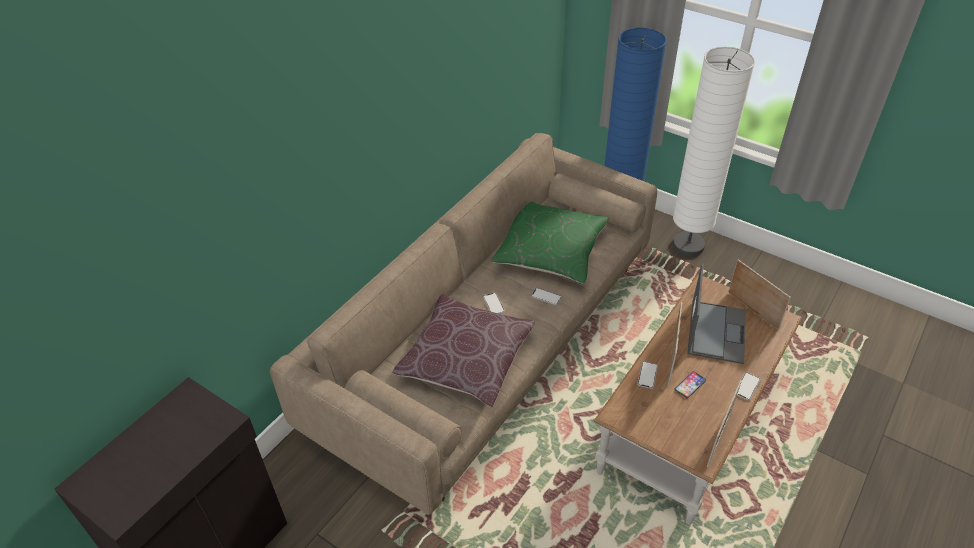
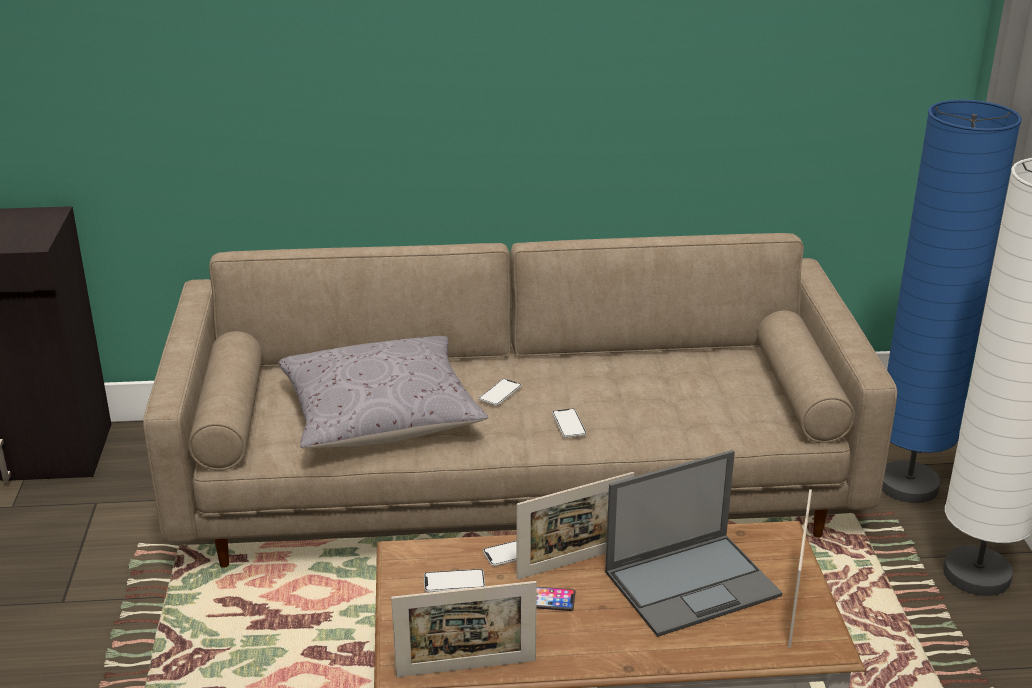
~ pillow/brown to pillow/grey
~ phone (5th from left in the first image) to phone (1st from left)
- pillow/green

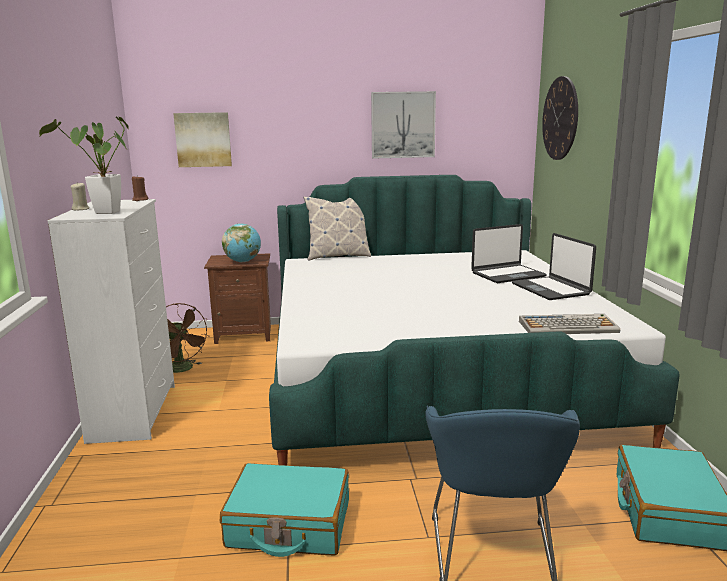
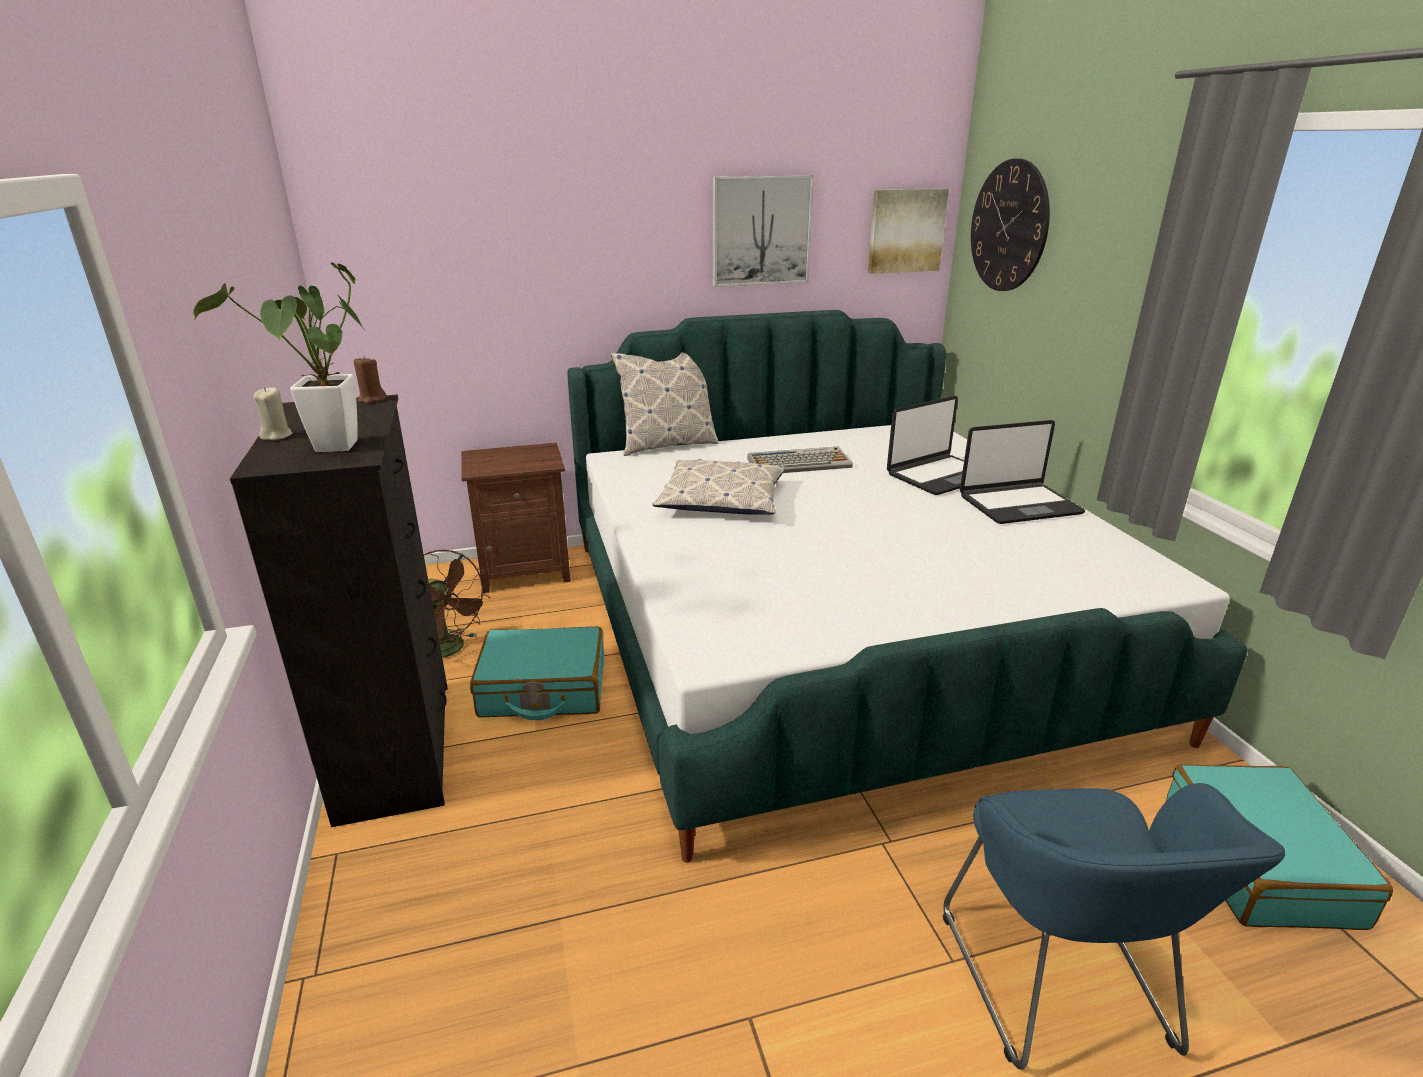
~ dresser/white to dresser/black
~ suitcase/turquoise (1st from left)
+ pillow (2nd from left)
~ keyboard
~ picture (1st from left in the first image) to picture (2nd from left)
~ laptop (2nd from left) 75 degrees counterclockwise
- globe

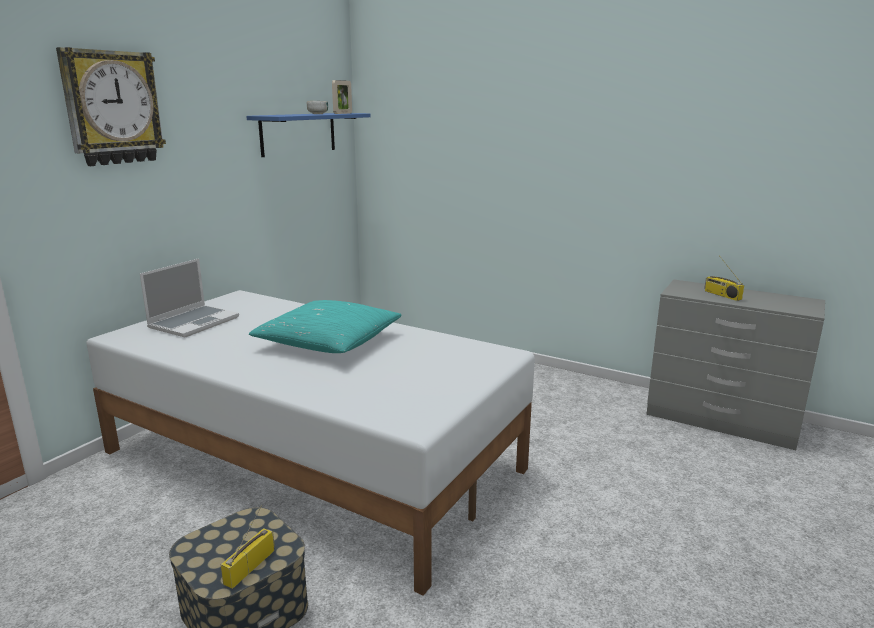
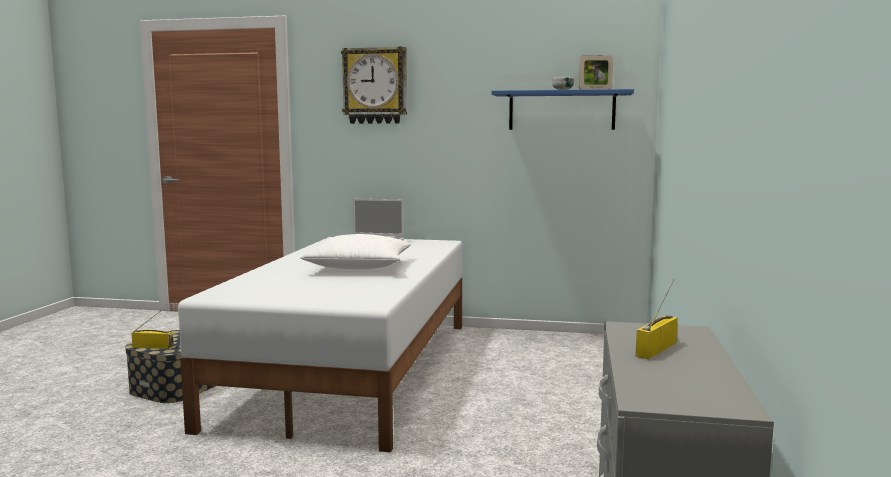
~ pillow/turquoise to pillow/white

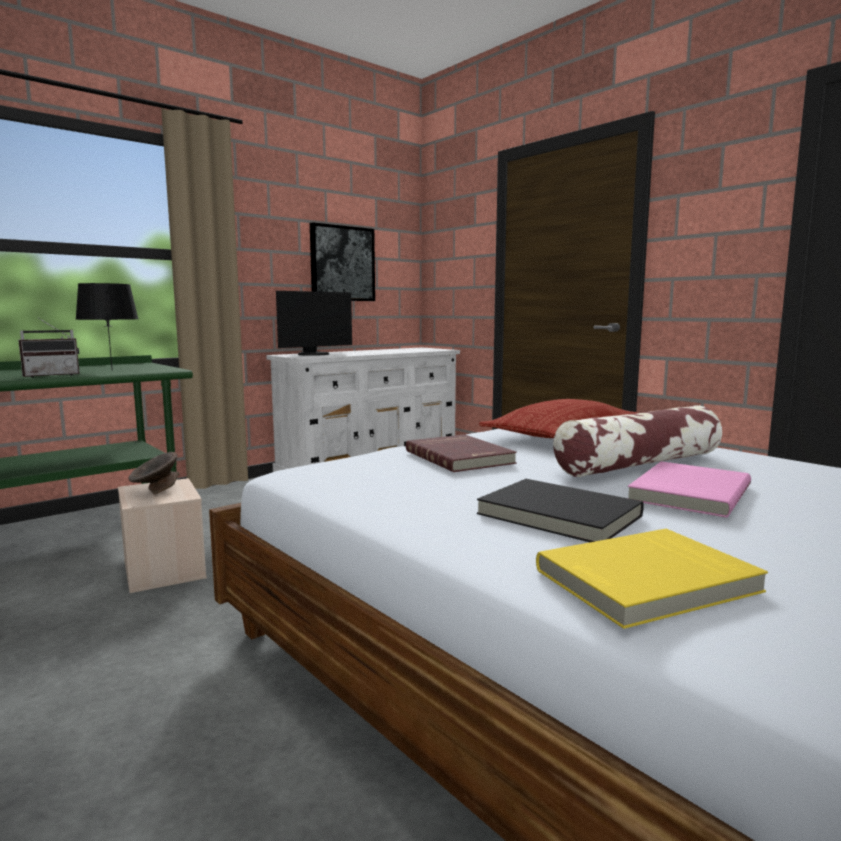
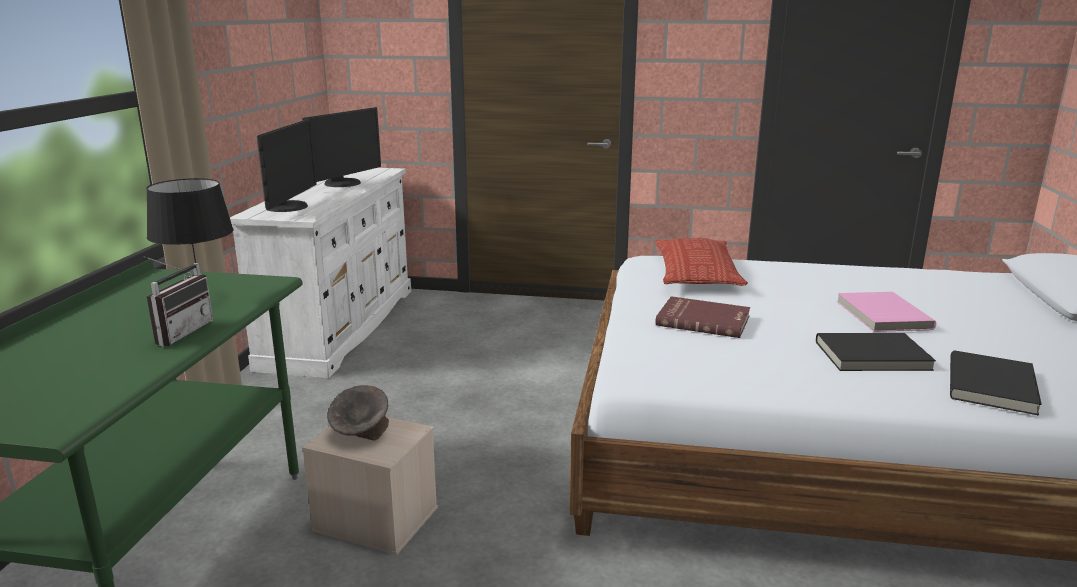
+ monitor (2nd from left)
~ book/yellow to book/black (2nd from left)
- picture
- pillow (2nd from left)

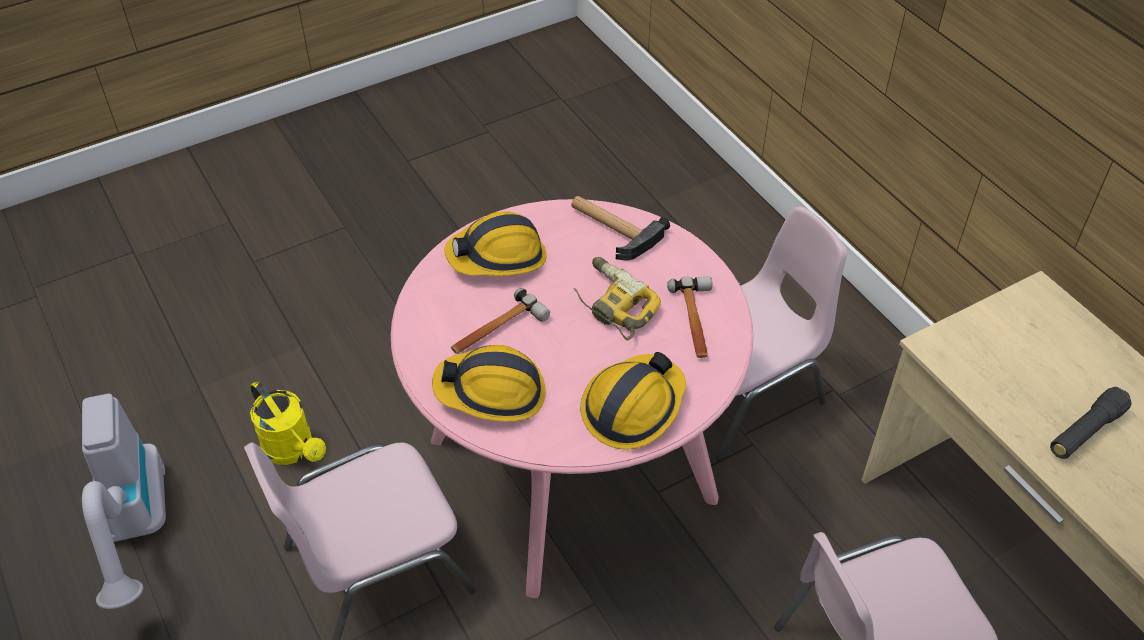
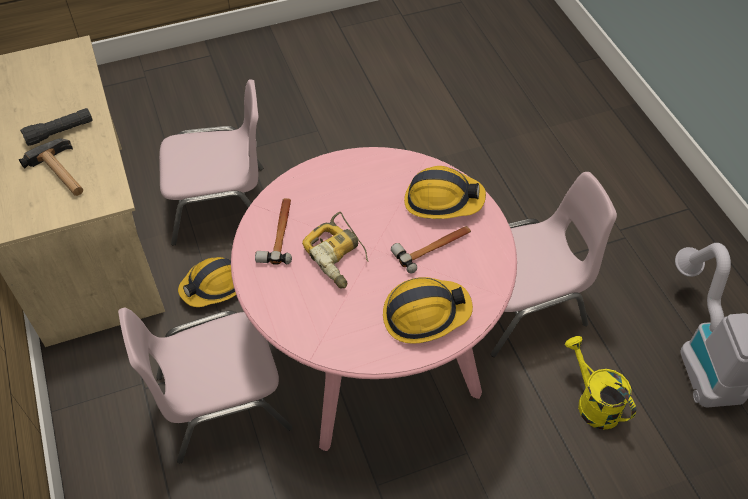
~ hammer (2nd from left in the first image) to hammer (1st from left)
~ hard hat (3rd from left in the first image) to hard hat (1st from left)

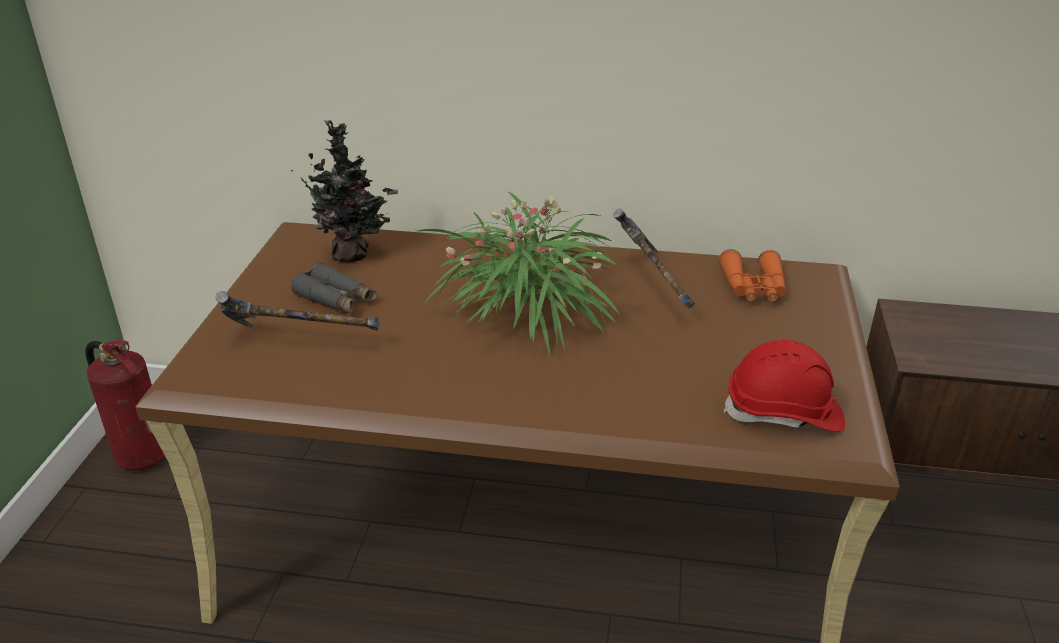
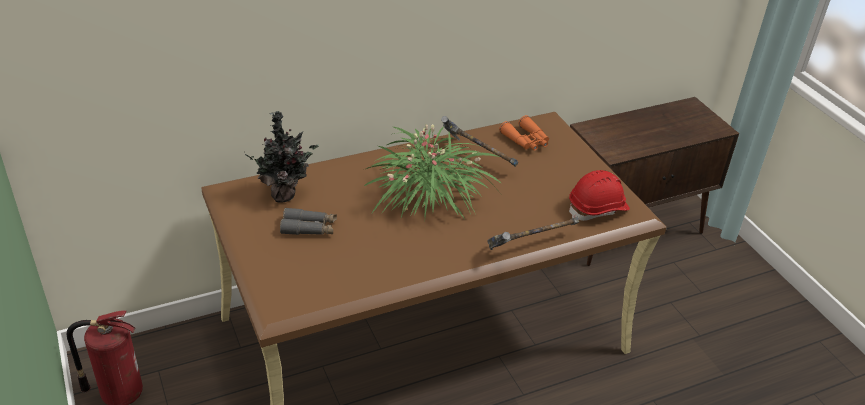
~ hammer (1st from left in the first image) to hammer (2nd from left)

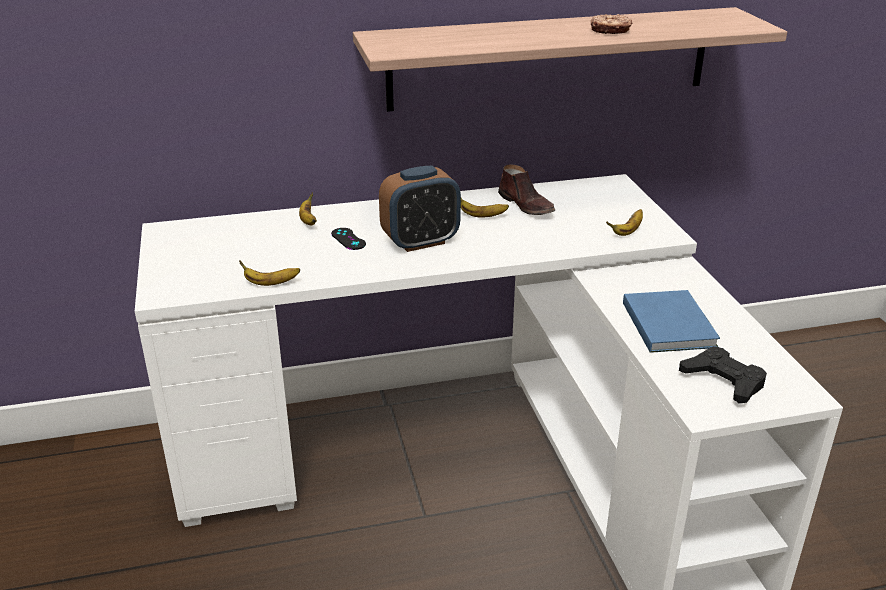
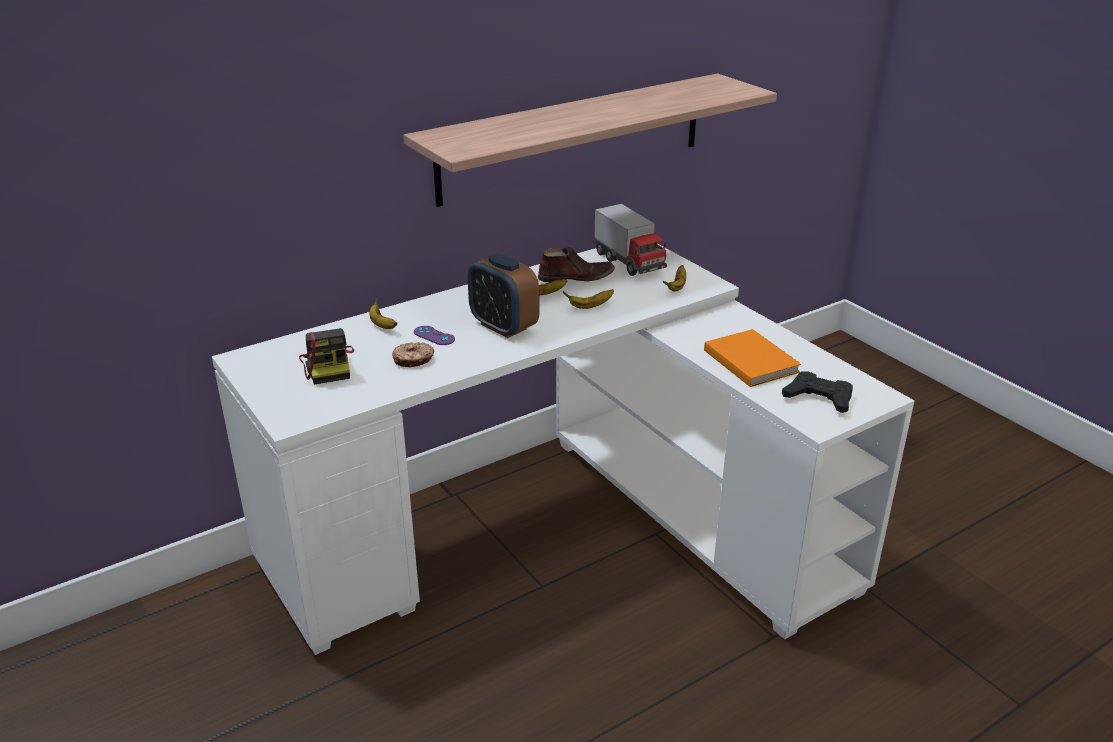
+ photo camera
~ donut
~ game controller/black (1st from left) to game controller/purple
~ alarm clock 90 degrees clockwise
~ shoe/brown 45 degrees counterclockwise
~ banana (1st from left in the first image) to banana (3rd from left)
+ toy truck
~ book/blue to book/orange

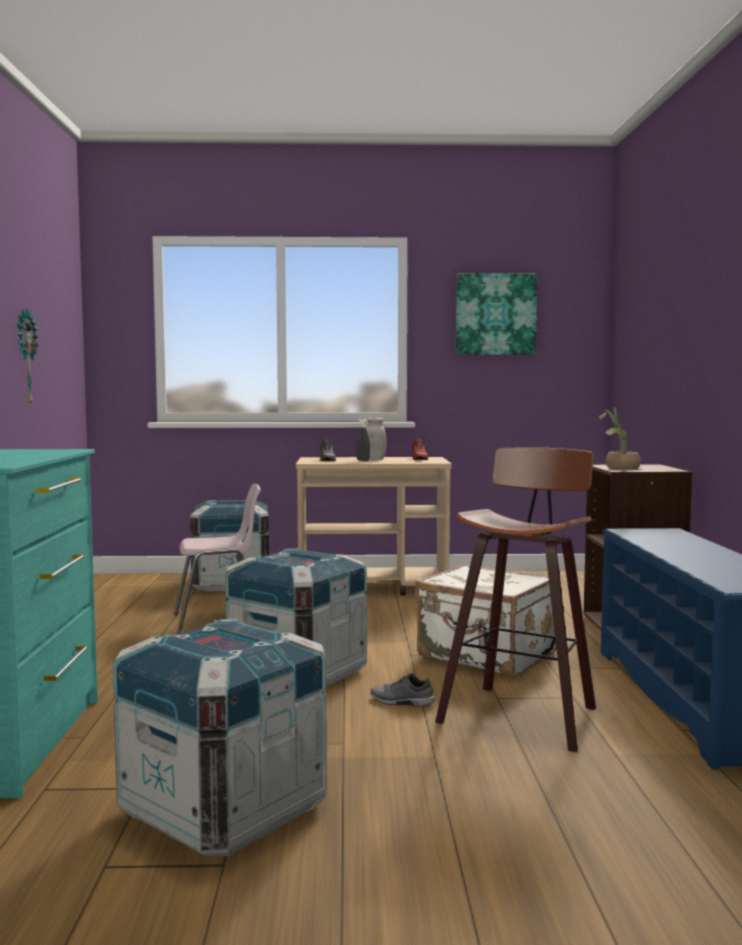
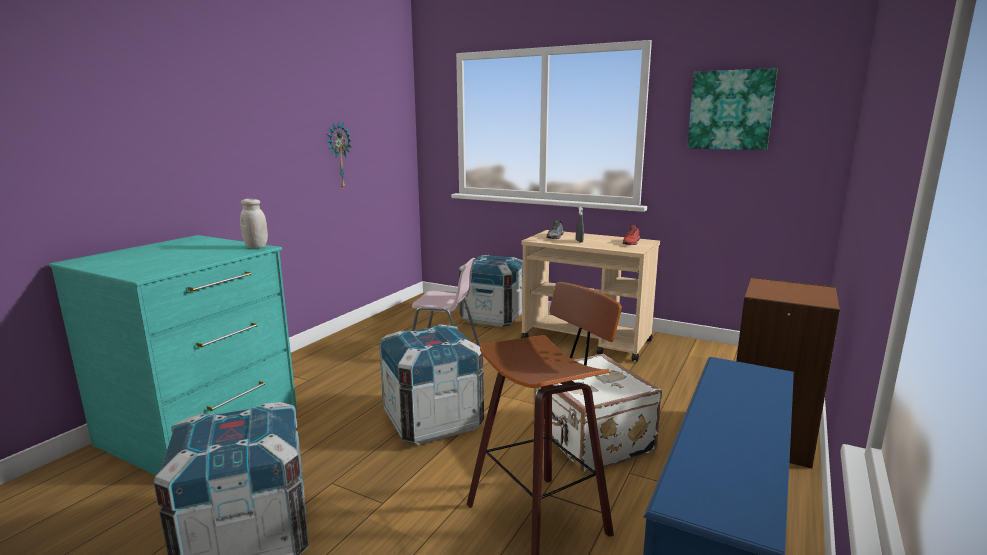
~ jar/white
- shoe/grey (2nd from left)
- potted plant

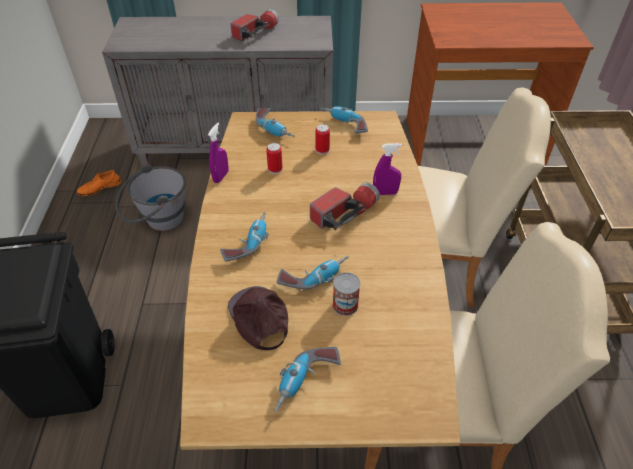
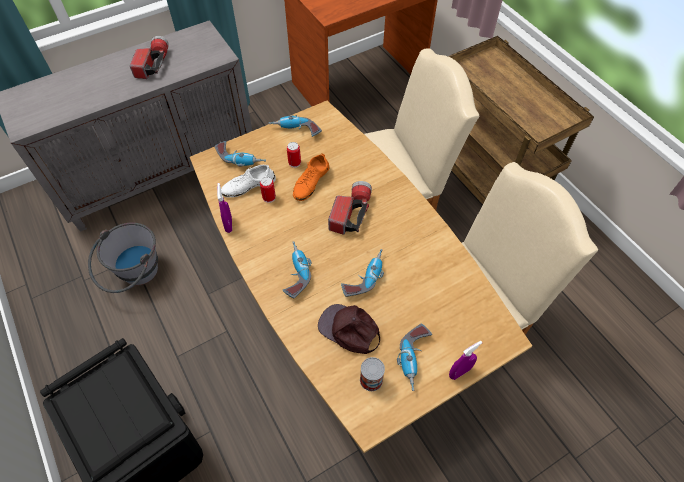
+ shoe/white
~ shoe/orange
~ can (3rd from left)
~ spray bottle/purple (2nd from left)

